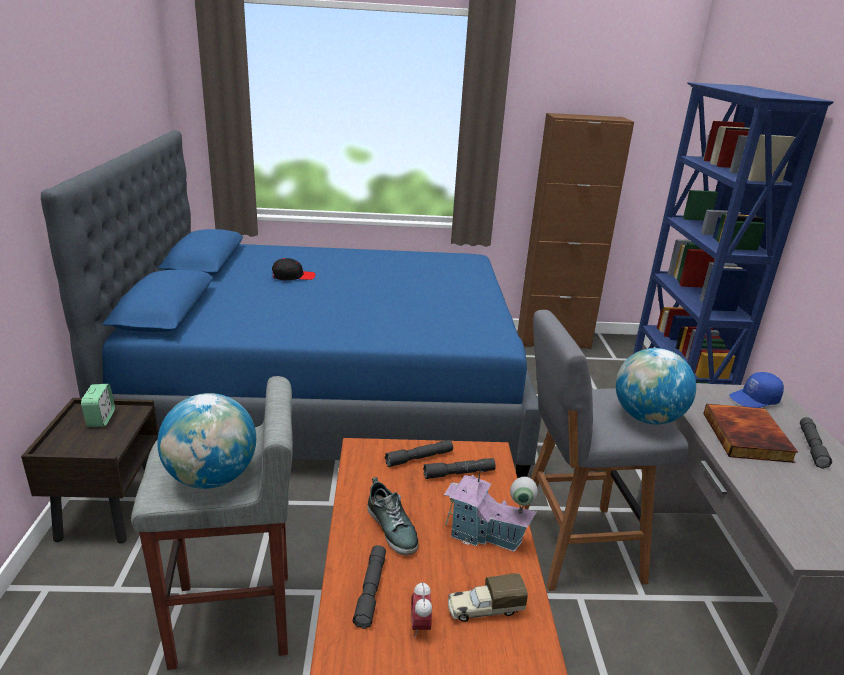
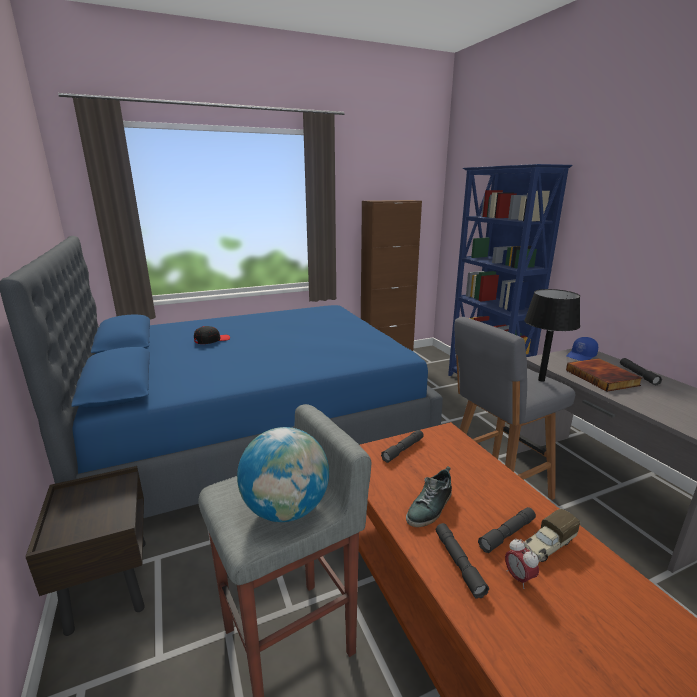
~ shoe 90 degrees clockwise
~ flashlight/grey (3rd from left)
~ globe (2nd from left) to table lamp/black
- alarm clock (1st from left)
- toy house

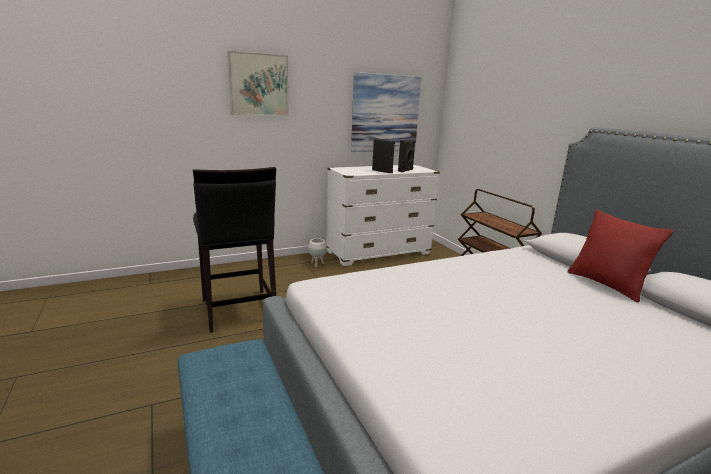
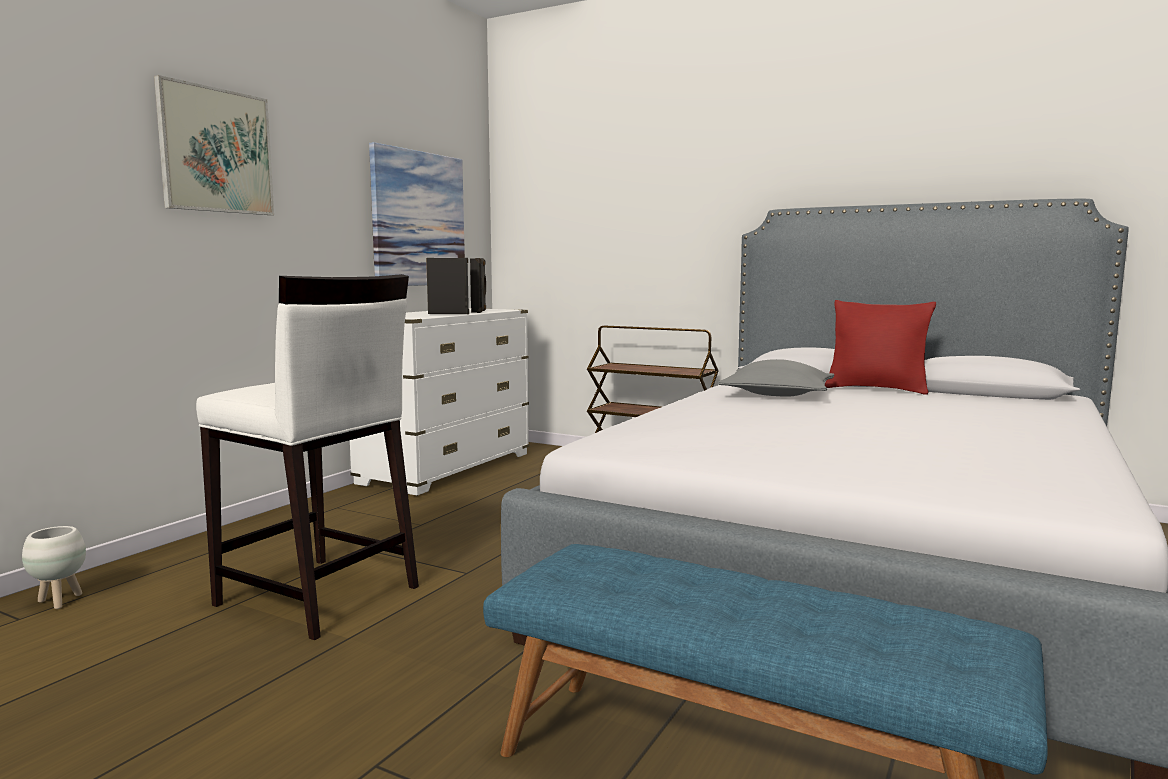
~ planter/white
~ stool/black to stool/white
+ pillow/grey

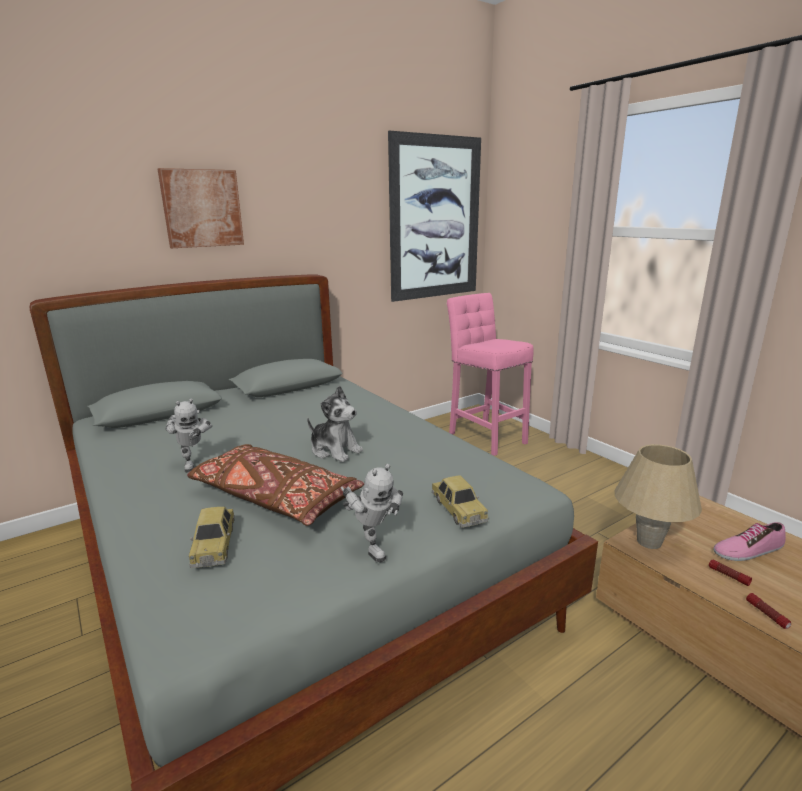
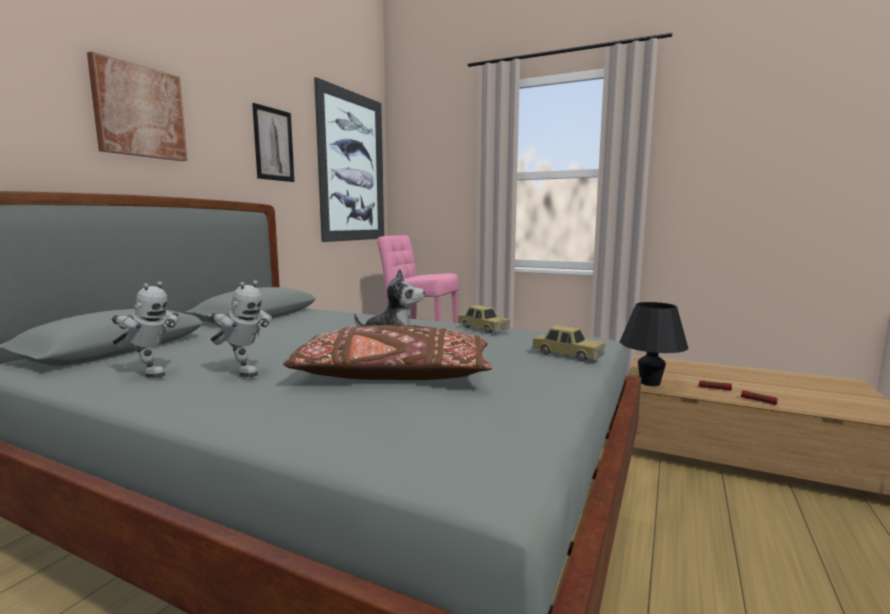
~ toy robot (2nd from left in the first image) to toy robot (1st from left)
+ picture (2nd from left)
~ toy car (1st from left)
~ table lamp/beige to table lamp/black
- shoe

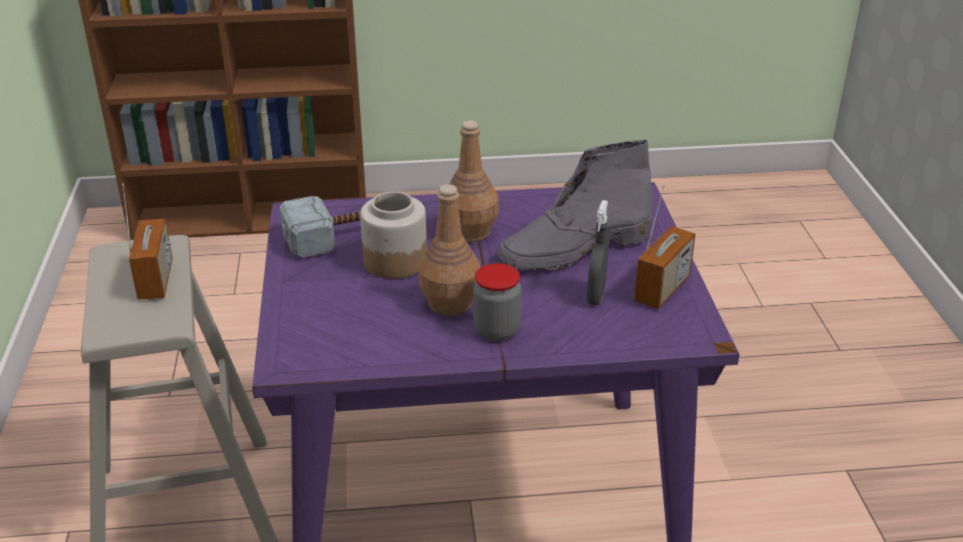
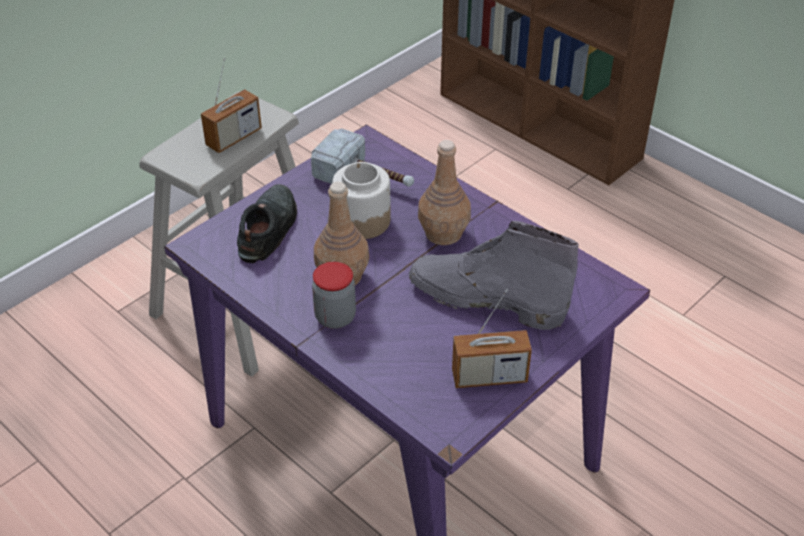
+ shoe/black
- spray bottle/grey

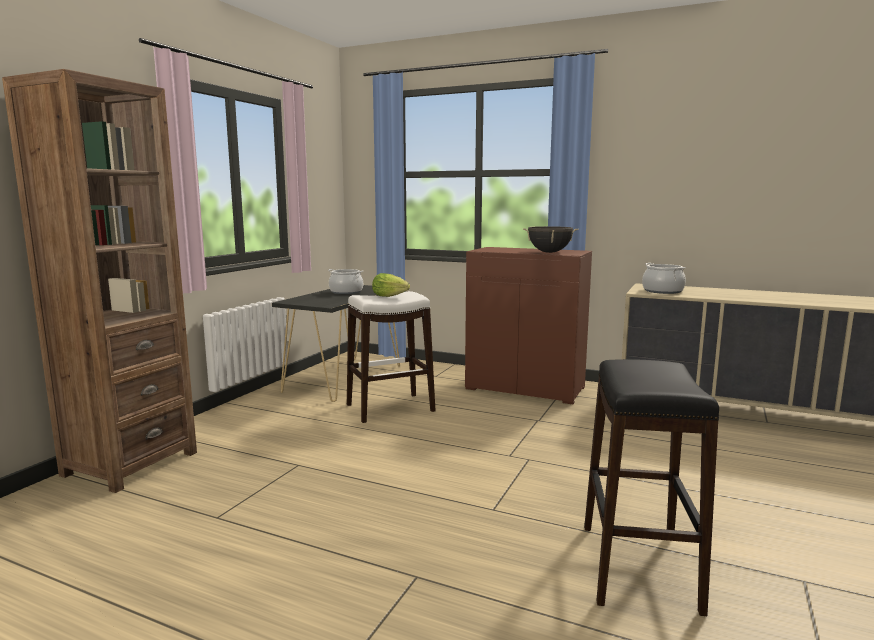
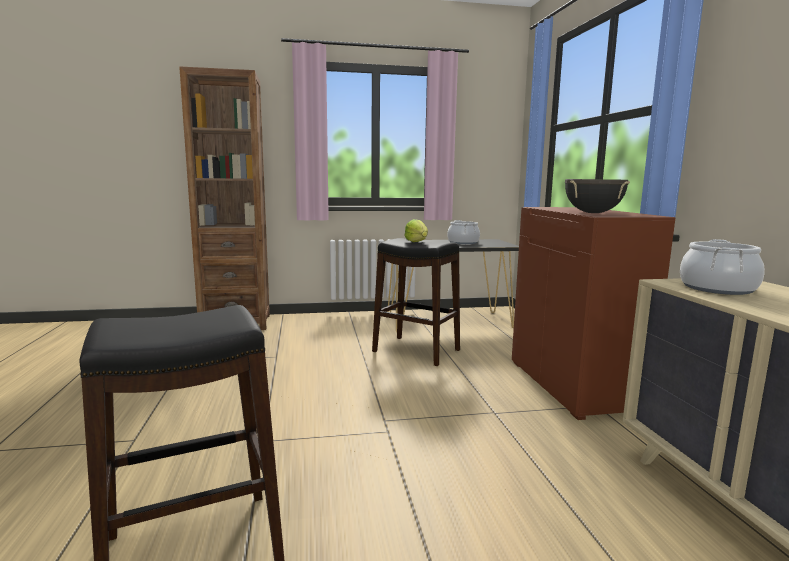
~ stool/white to stool/black (2nd from left)

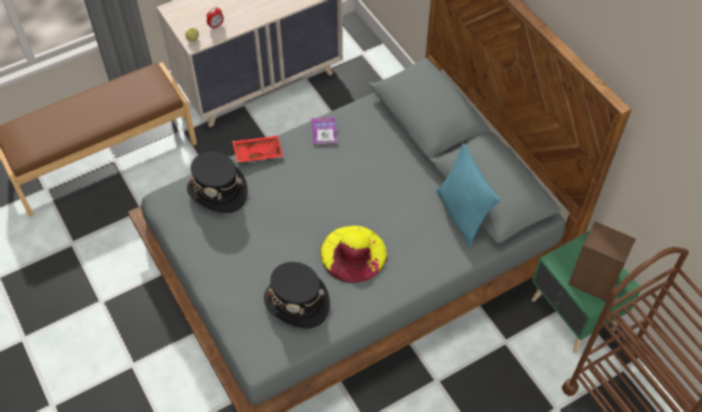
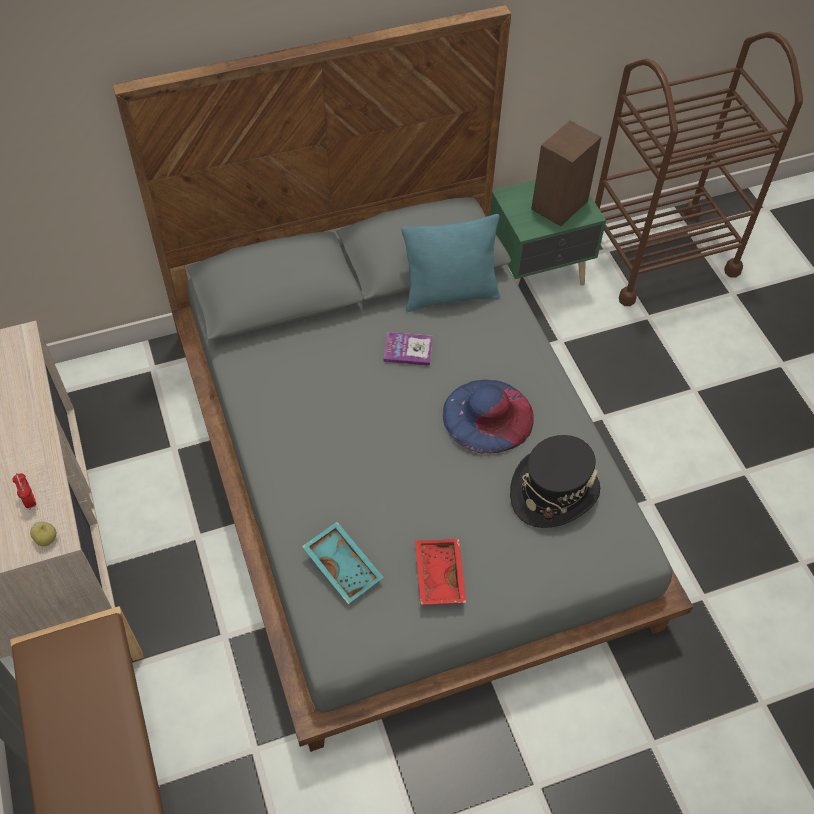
~ hat/black (1st from left) to tray/turquoise
~ book
~ tray/red
~ hat/yellow to hat/blue

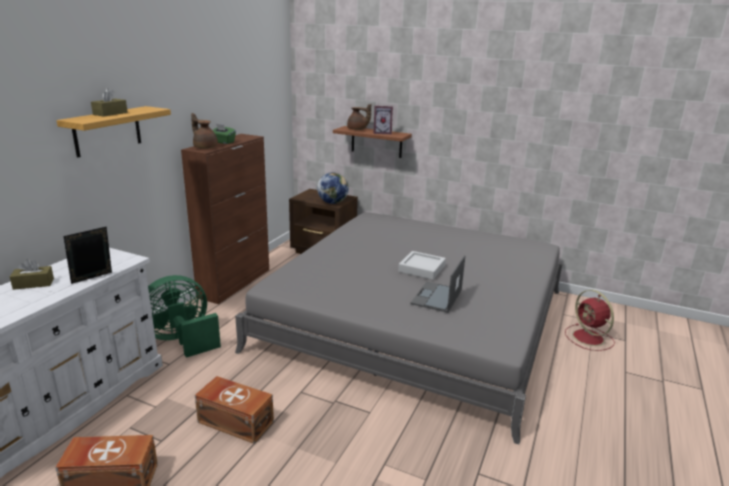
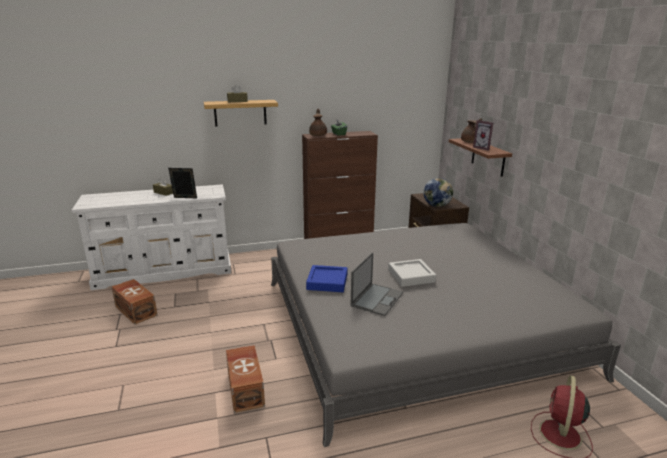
~ storage box/brown (2nd from left)
+ tray/blue
~ laptop 135 degrees clockwise
- fan/green

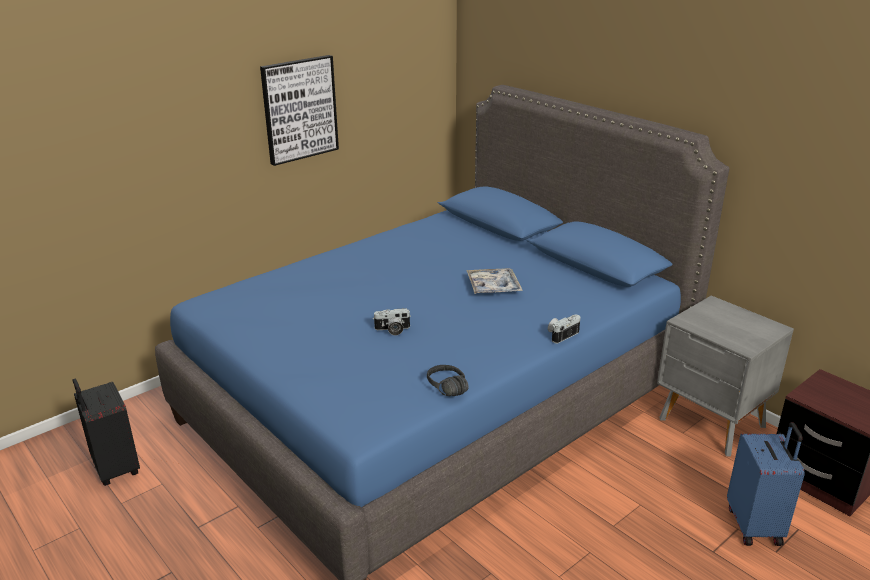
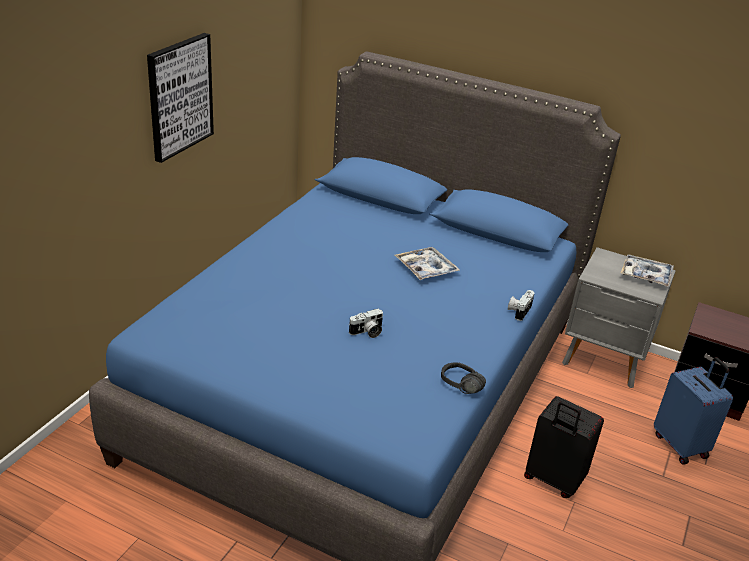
~ suitcase/black
+ tray (2nd from left)

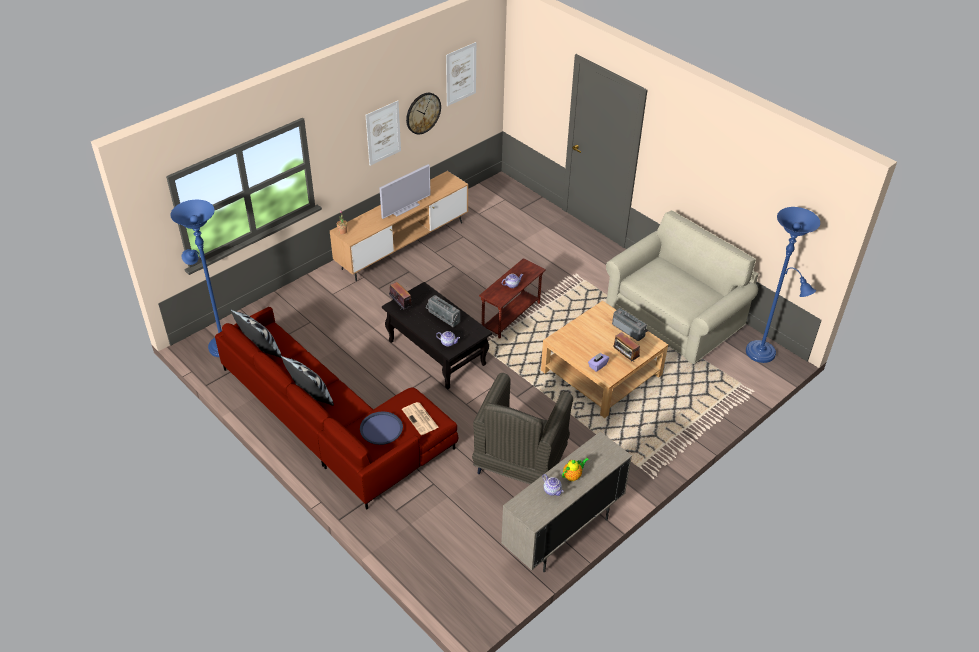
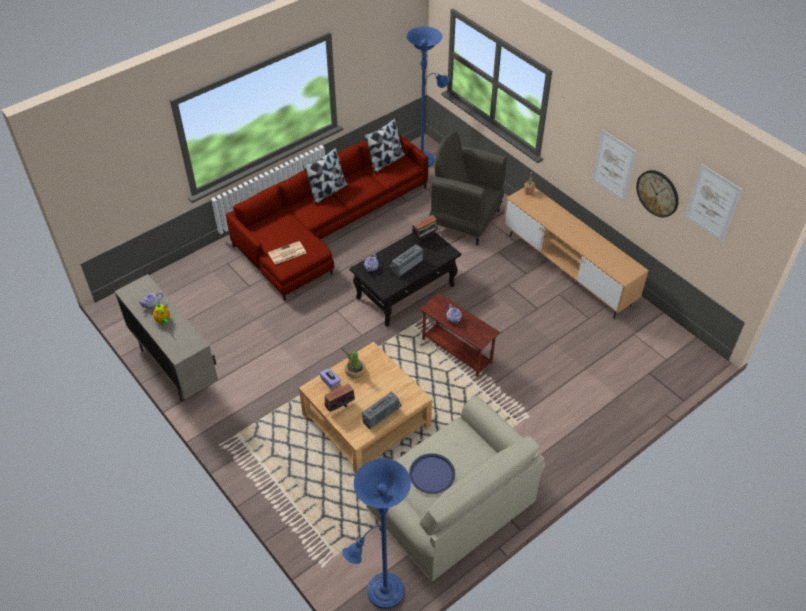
+ potted plant (1st from left)
~ tray/blue
~ armchair/grey
- television

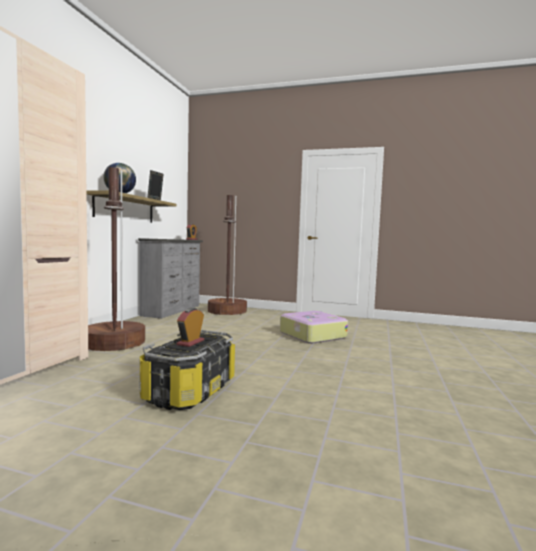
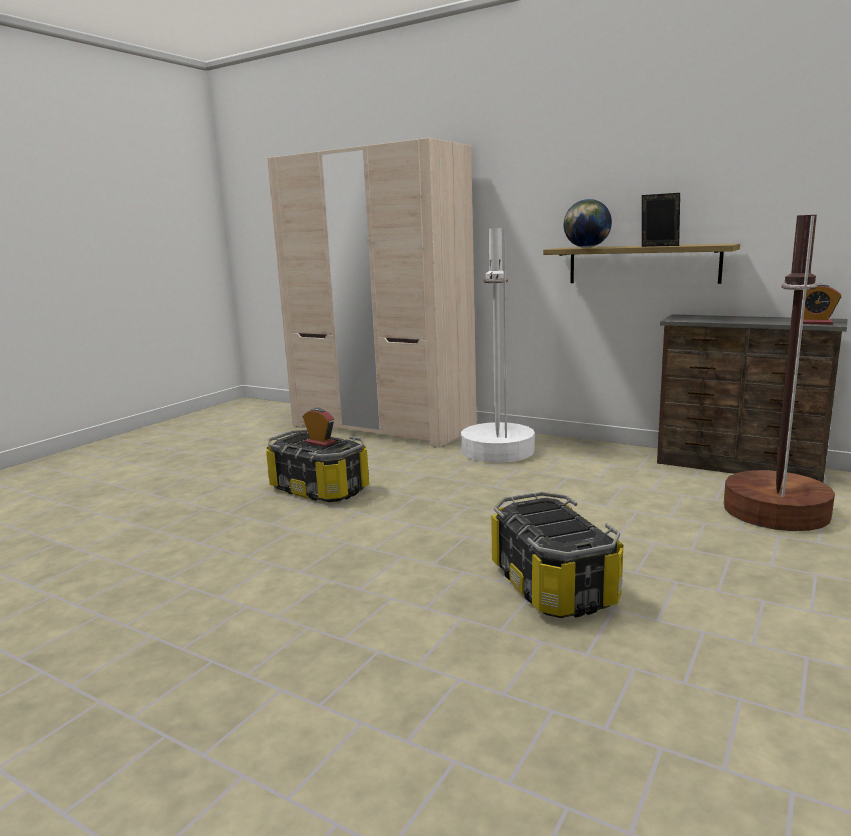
~ floor lamp/brown (1st from left) to floor lamp/white
~ suitcase to storage box (2nd from left)
~ dresser/grey to dresser/brown

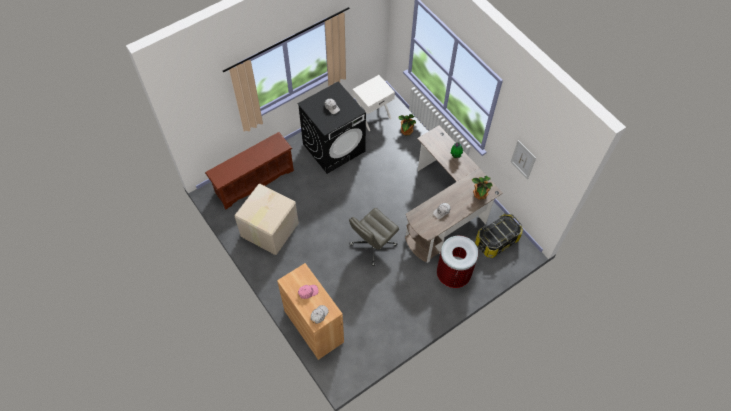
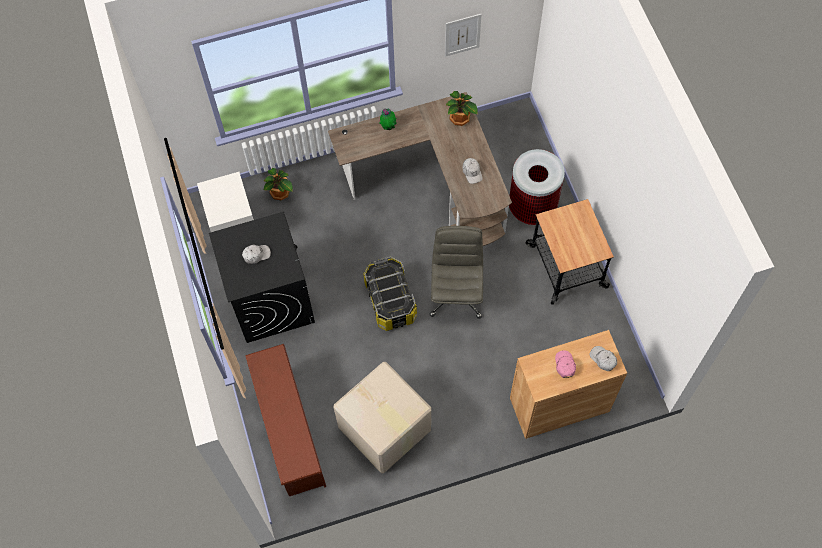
~ storage box
~ office chair/grey 150 degrees counterclockwise
+ cart

